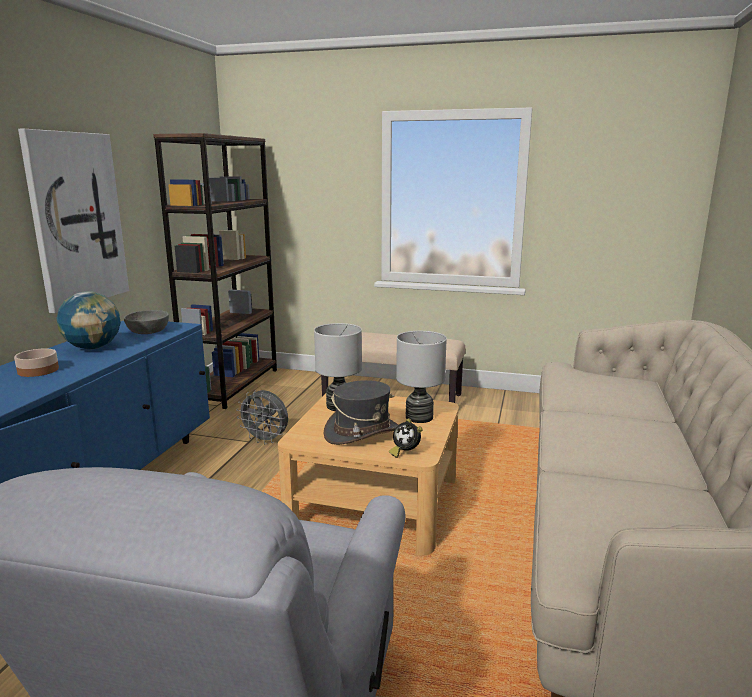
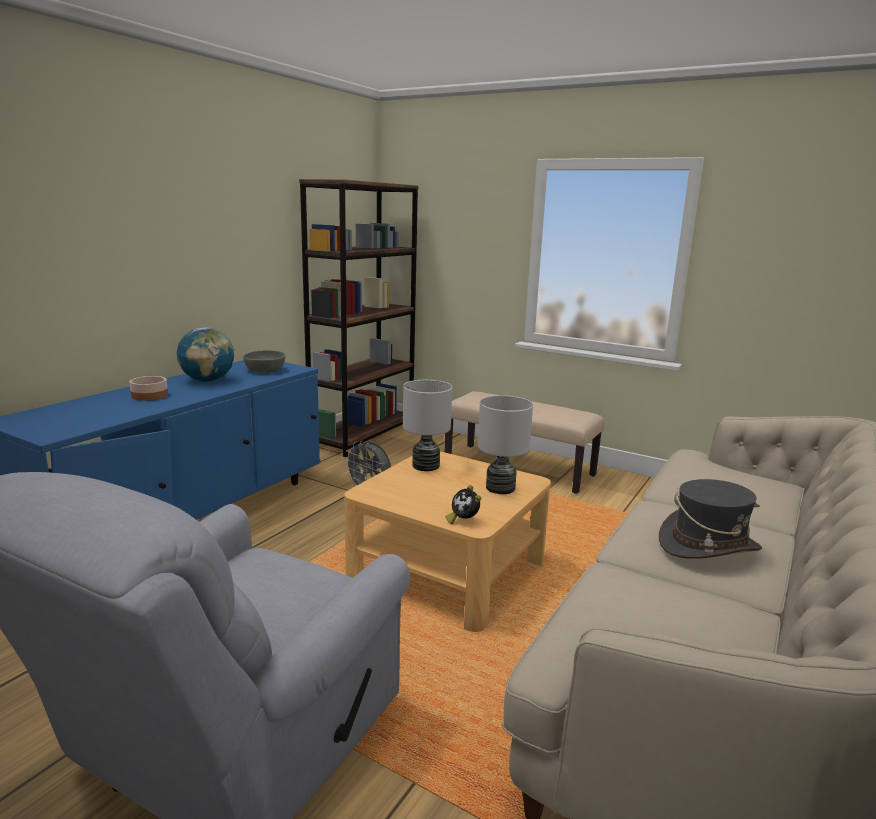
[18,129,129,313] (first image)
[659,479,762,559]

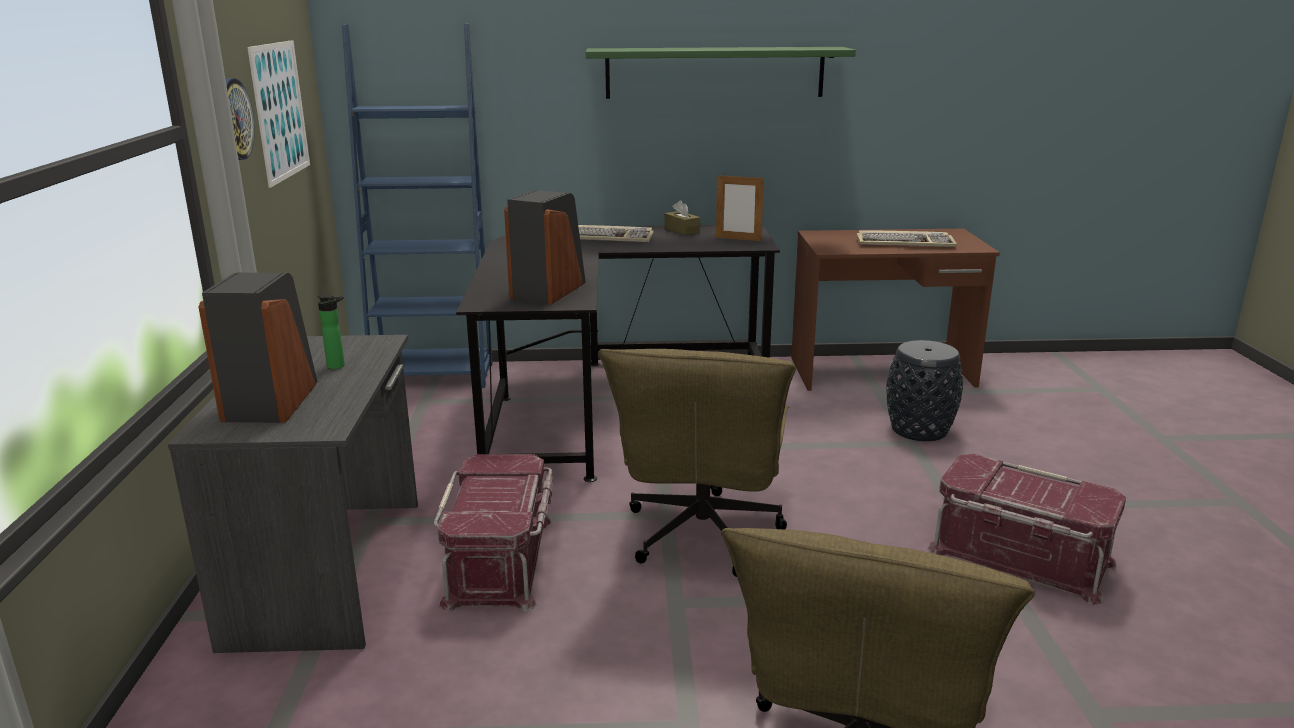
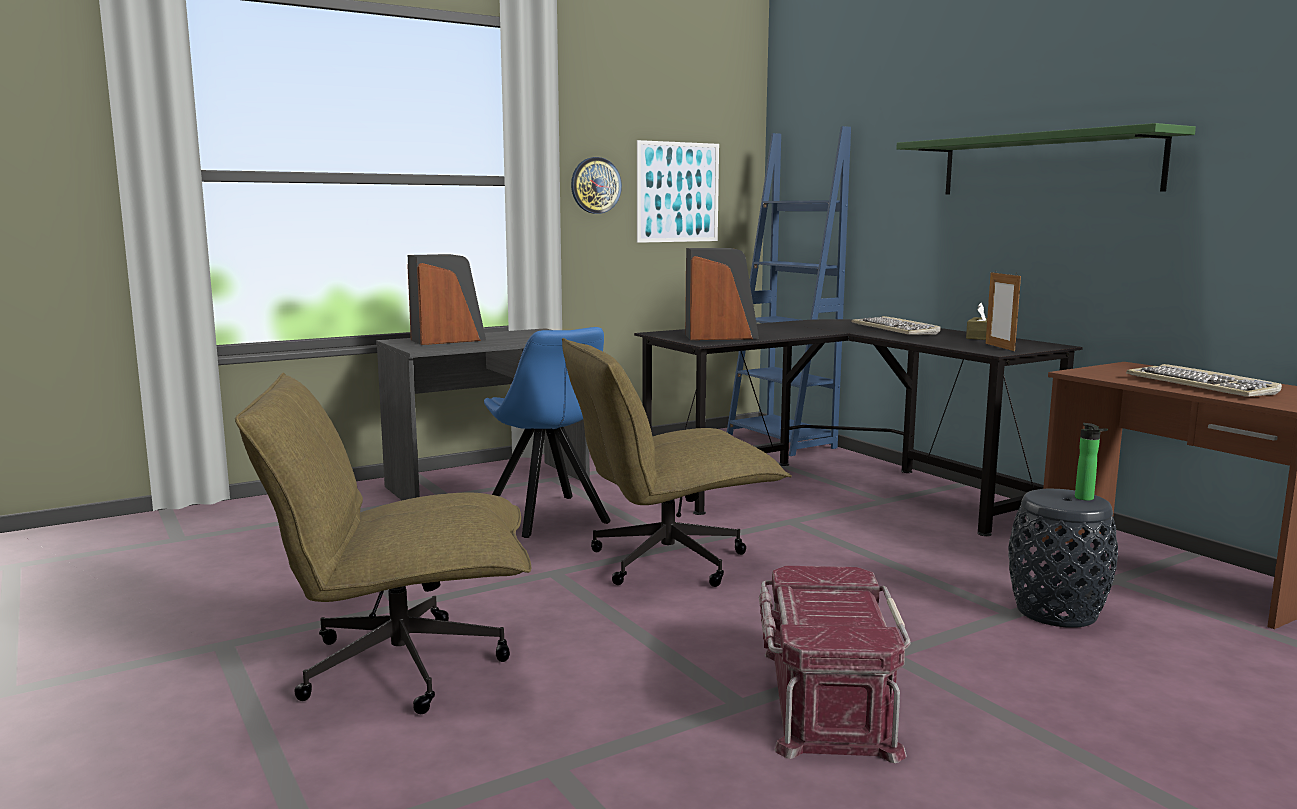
[1075,423,1108,501]
[484,327,611,538]

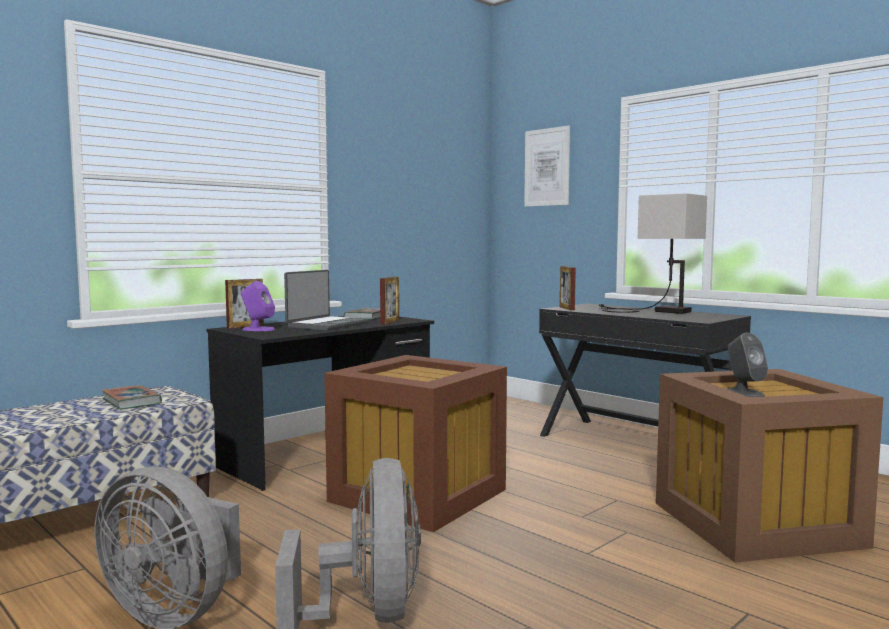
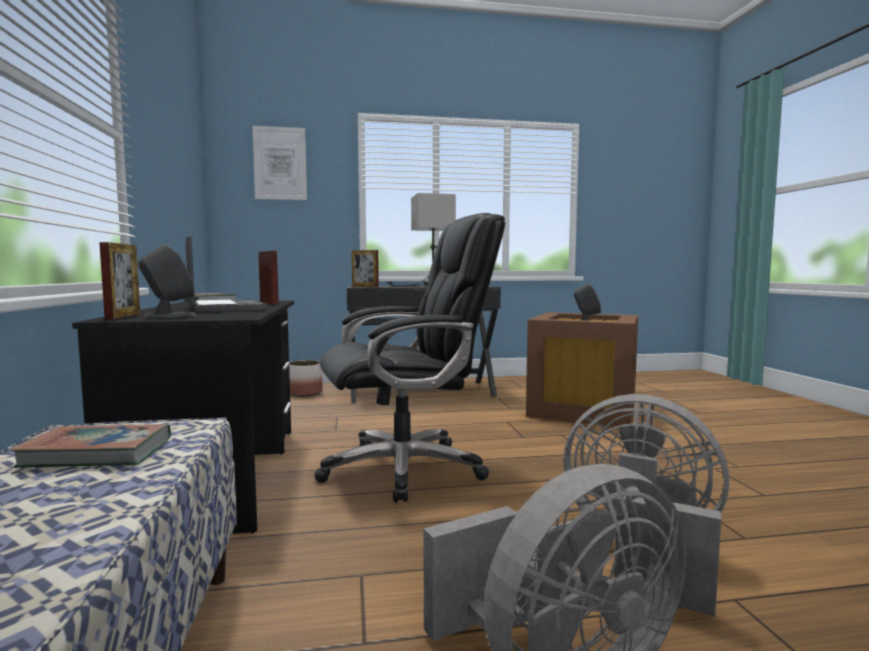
[289,360,323,397]
[314,213,505,503]
[138,244,196,318]

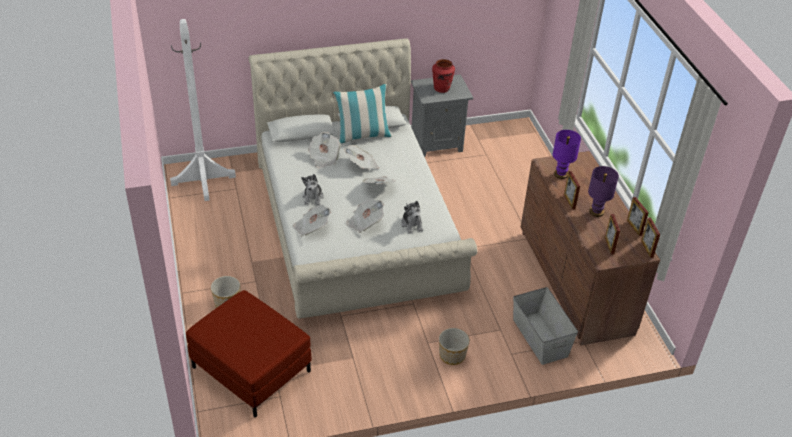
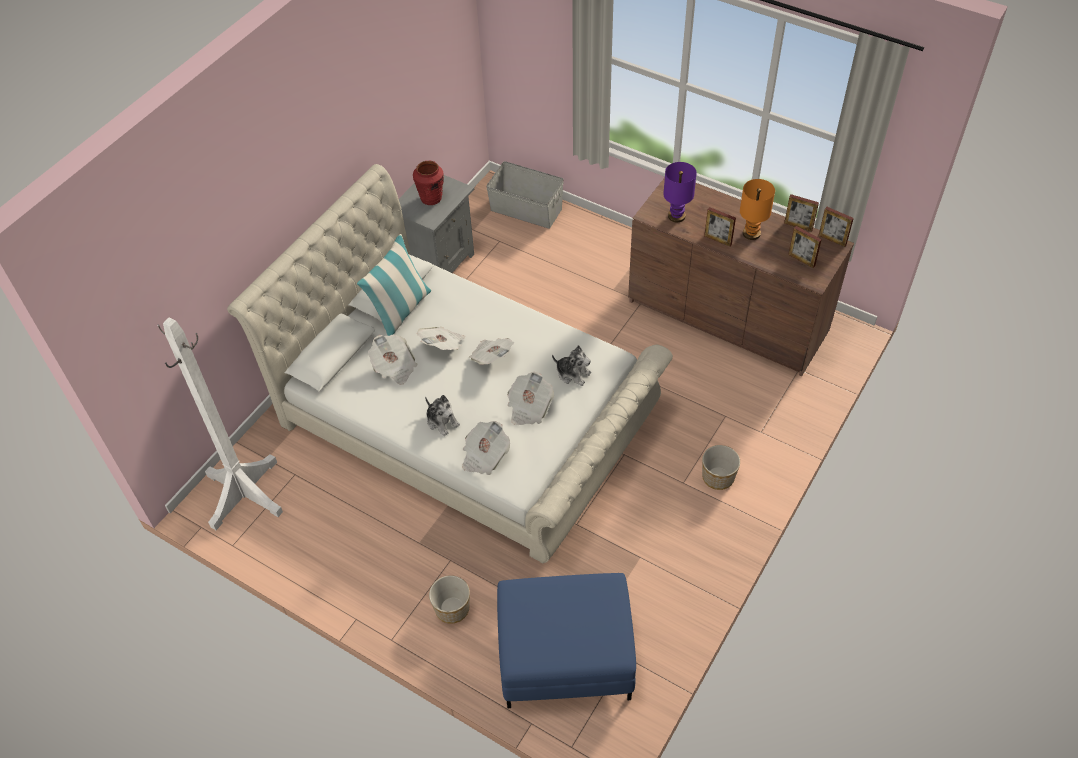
[486,161,564,228]
[497,573,636,708]
[740,179,775,240]

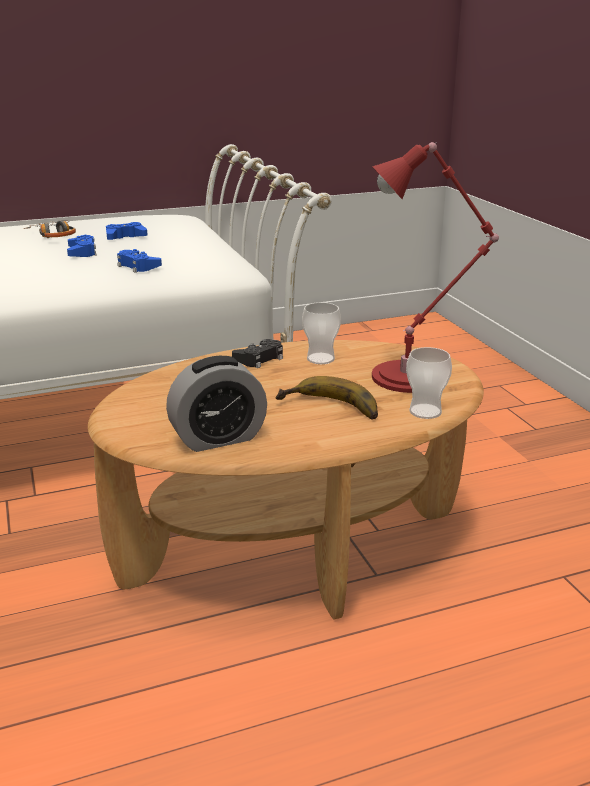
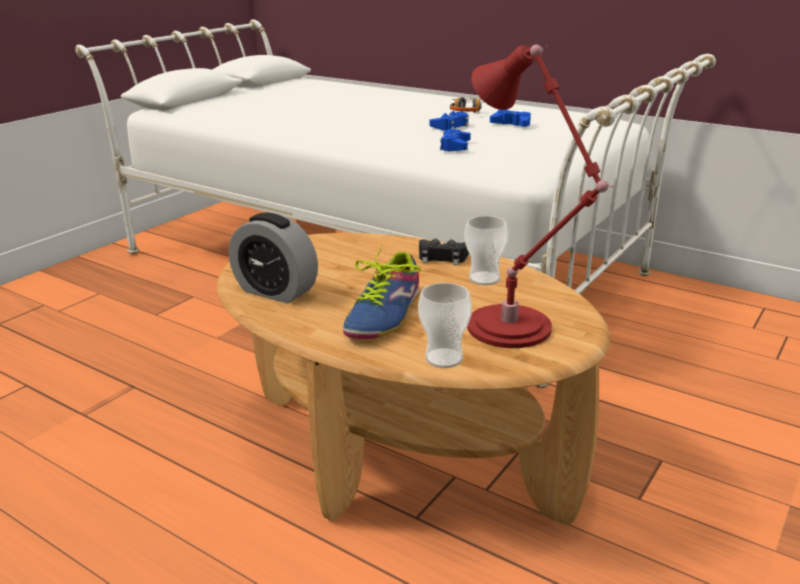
[343,245,421,339]

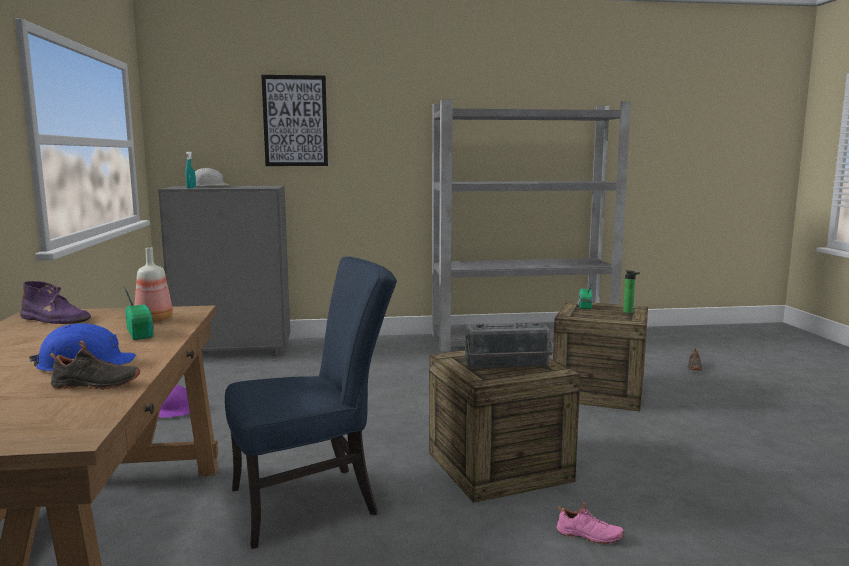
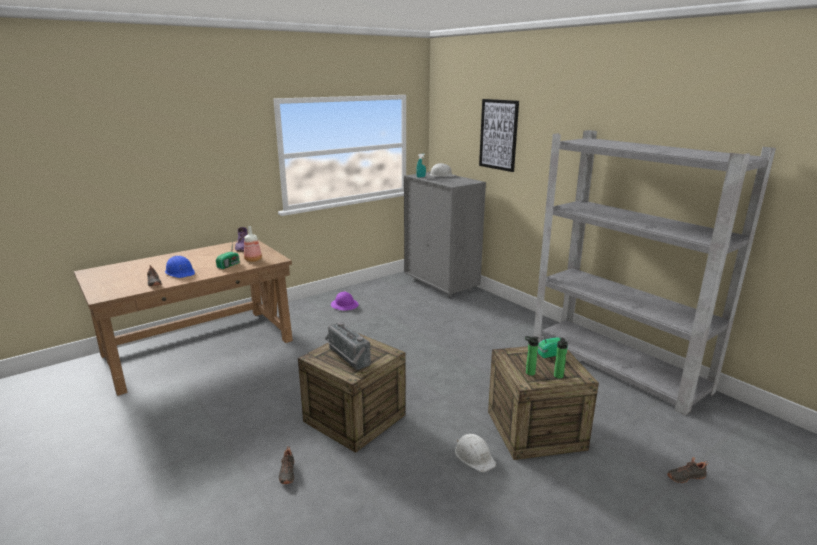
[225,256,397,549] (first image)
[455,434,496,472]
[525,336,539,376]
[279,446,294,484]

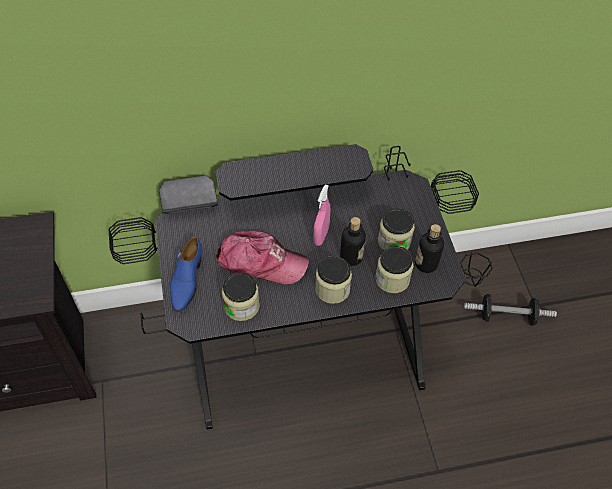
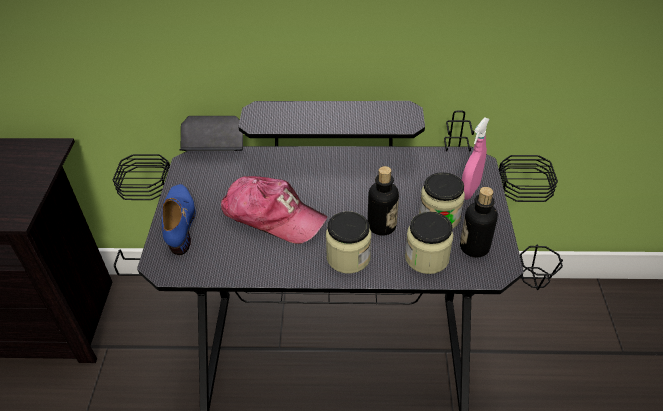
[222,273,260,321] (first image)
[464,294,557,326] (first image)
[462,117,489,200]
[162,184,196,255]

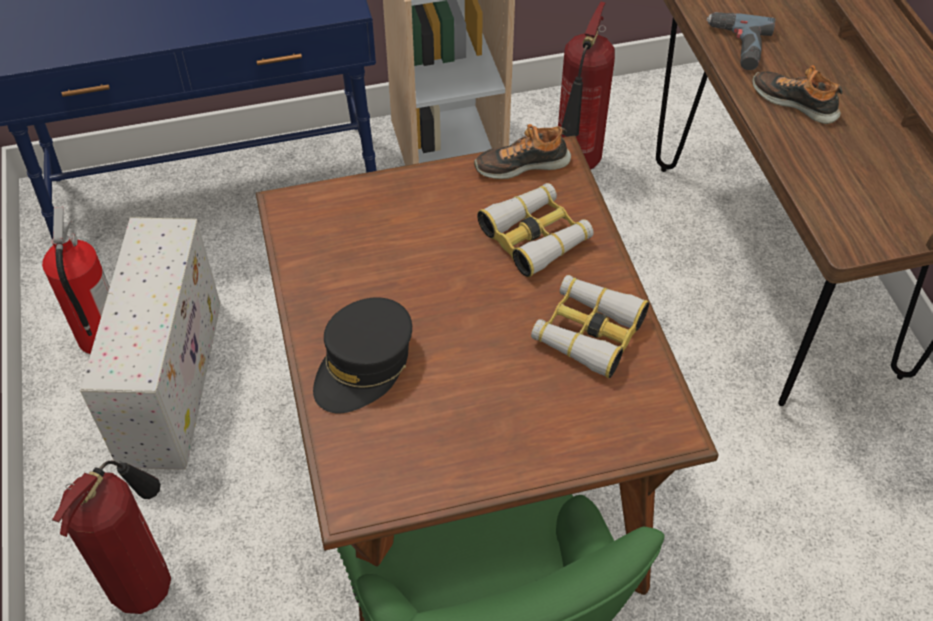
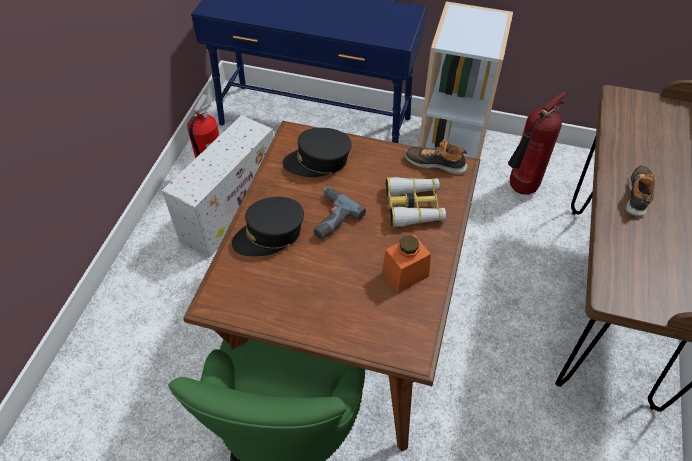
[52,461,171,614] (first image)
[282,128,352,177]
[314,187,366,239]
[382,235,431,293]
[626,165,655,217]

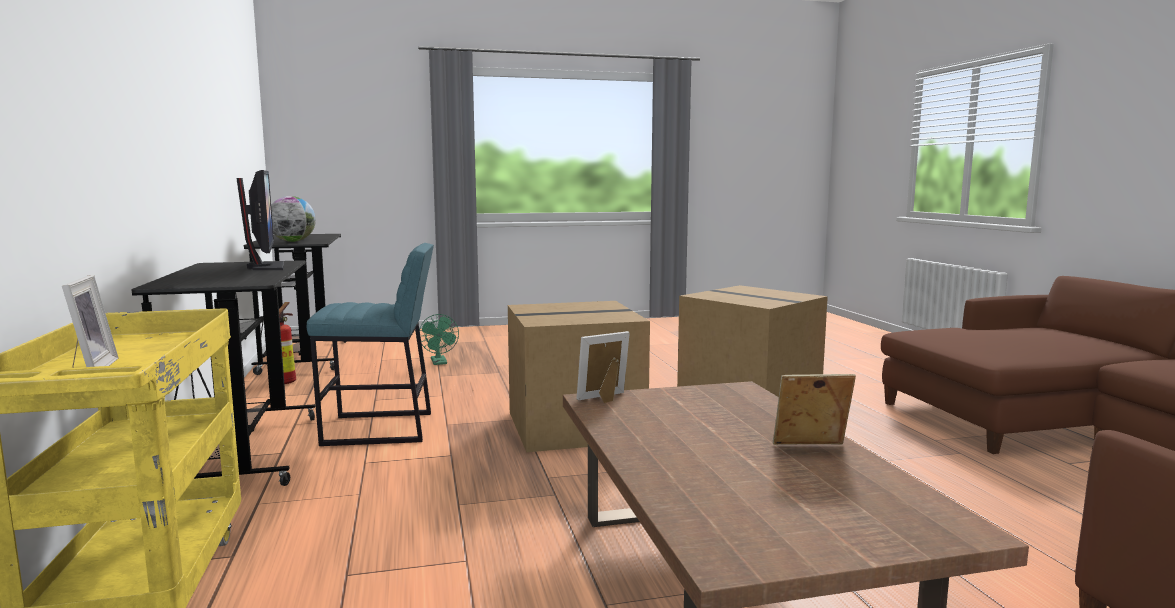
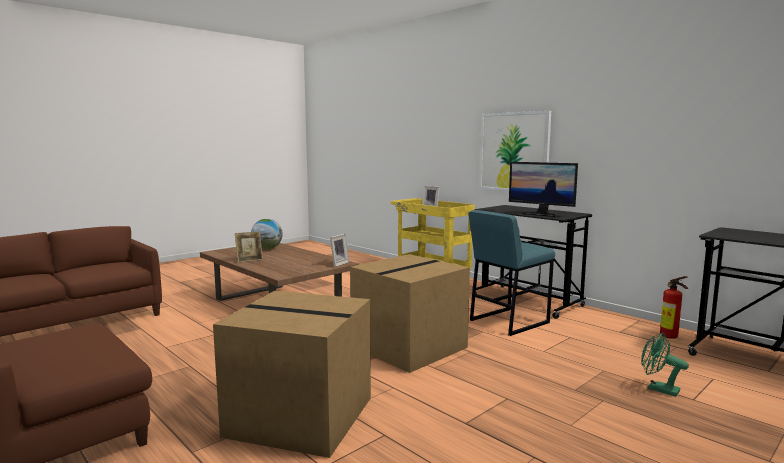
[479,111,551,191]
[251,219,283,249]

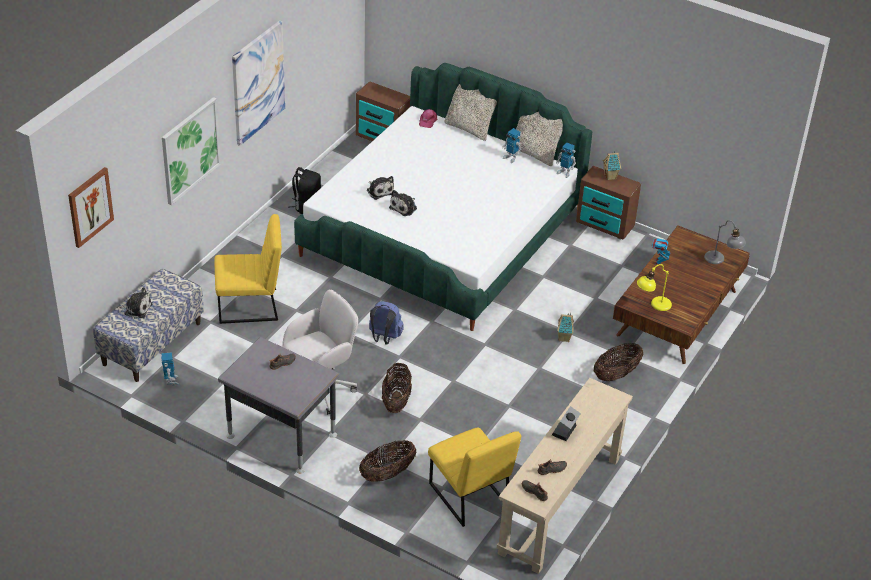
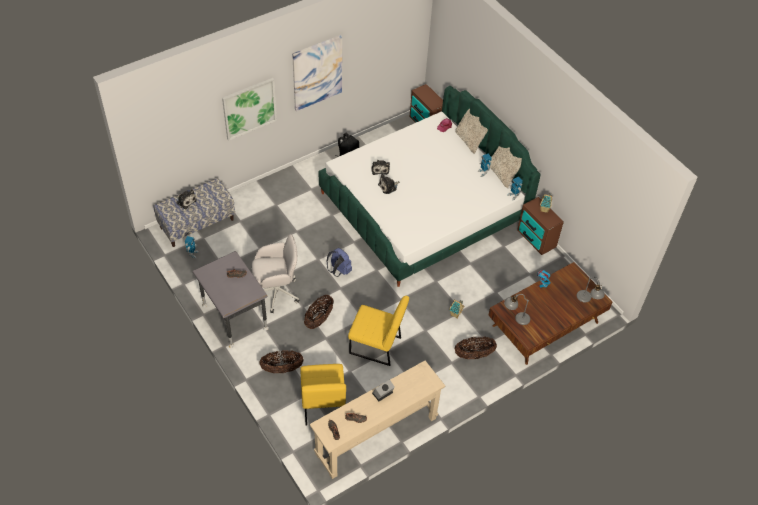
[68,167,114,248] (first image)
[348,296,409,366]
[504,294,530,325]

